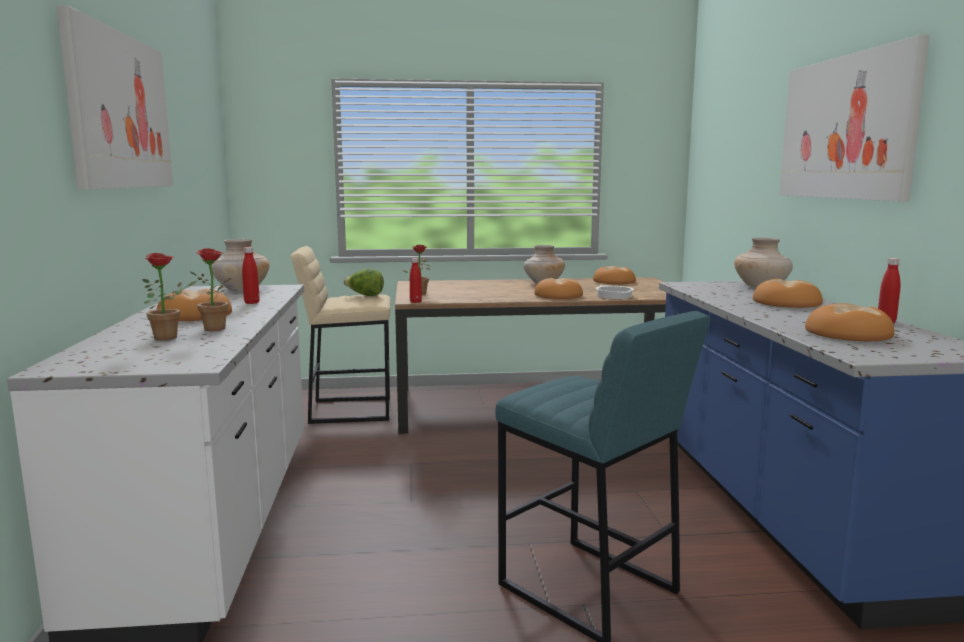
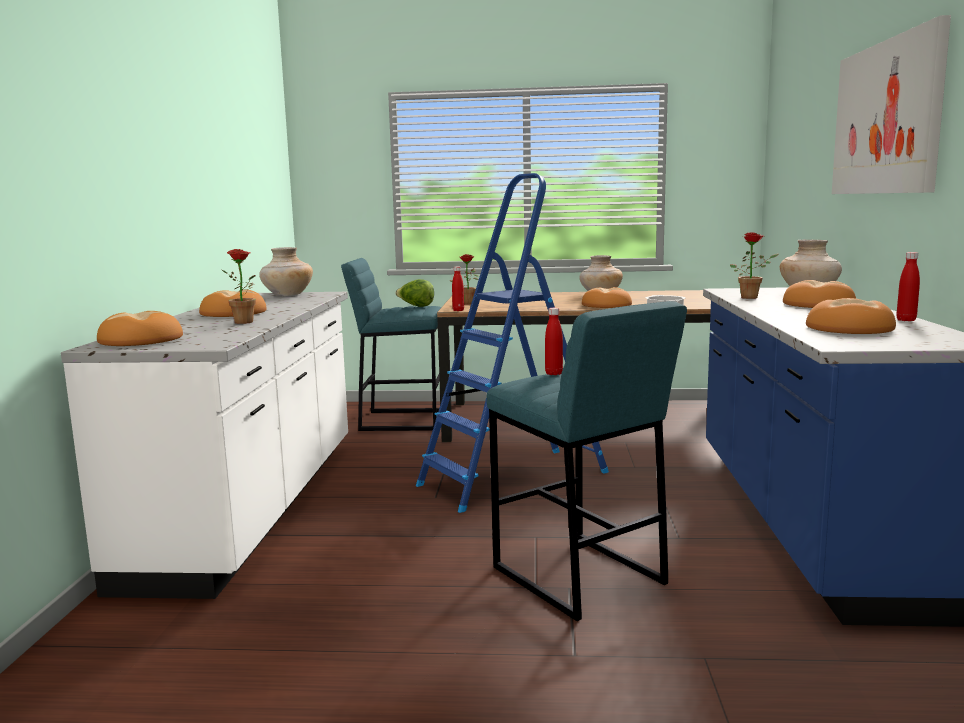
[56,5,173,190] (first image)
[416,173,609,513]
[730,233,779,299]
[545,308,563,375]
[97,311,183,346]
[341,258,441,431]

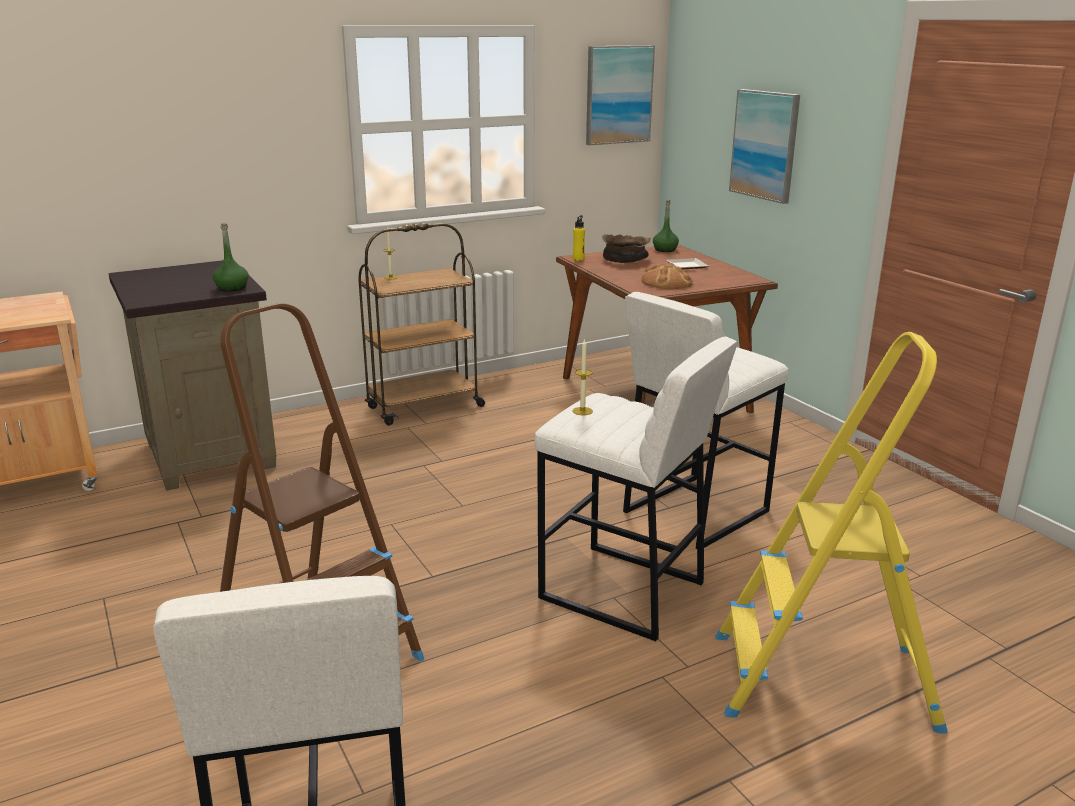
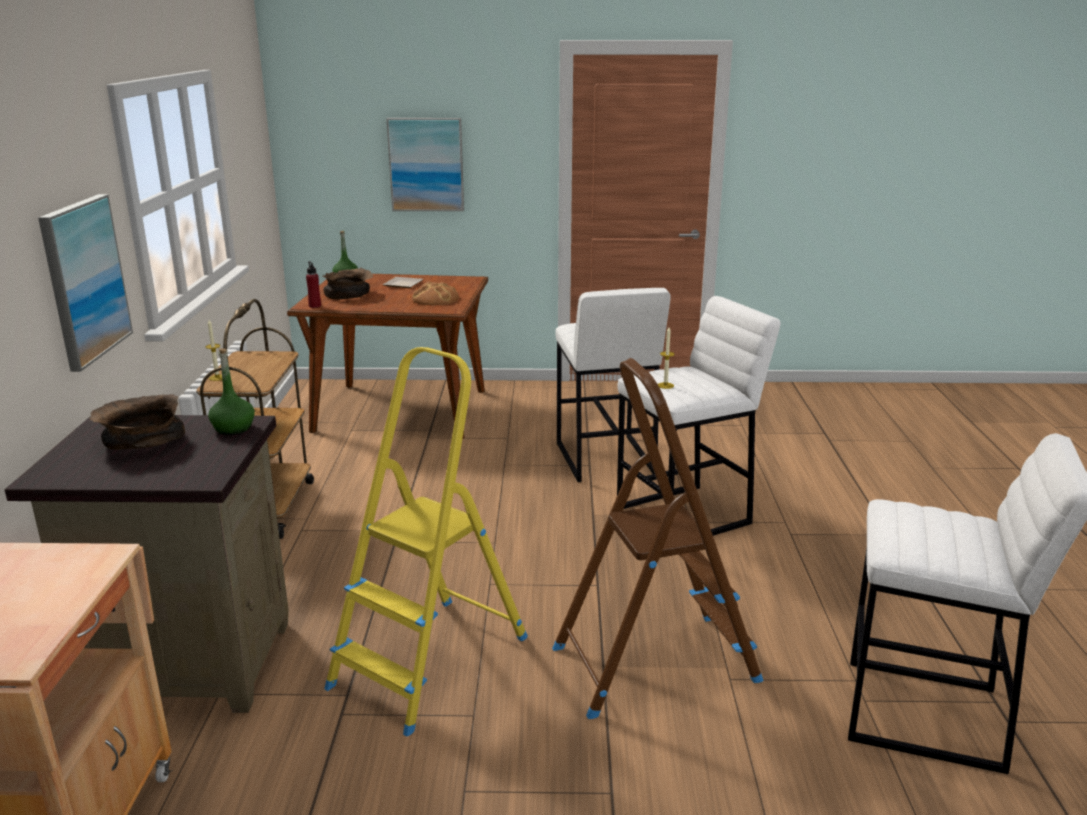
[90,394,185,450]
[38,194,133,372]
[324,347,528,736]
[306,261,321,308]

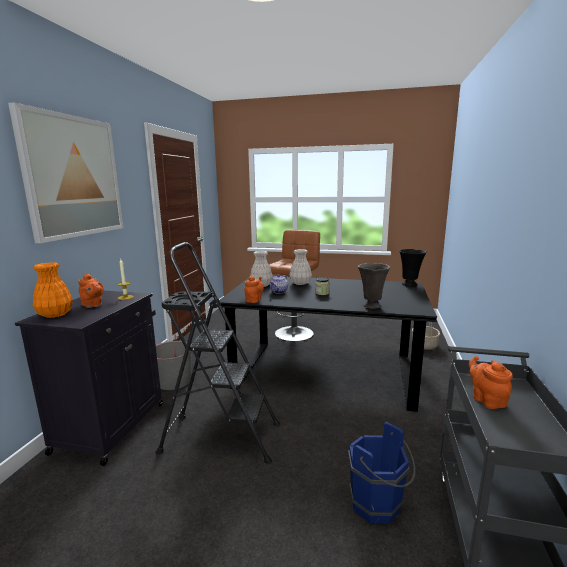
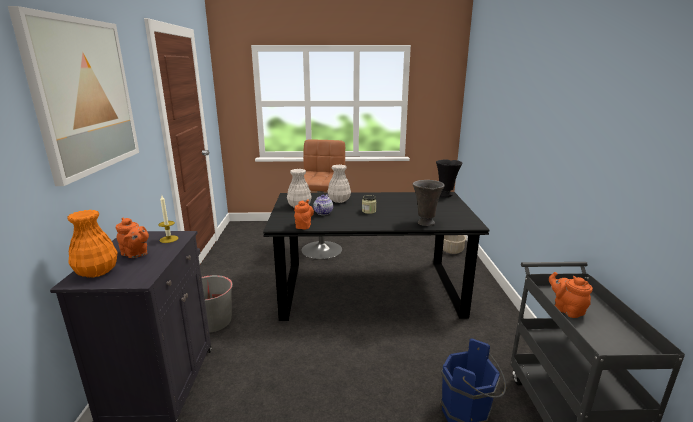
[155,242,280,464] (first image)

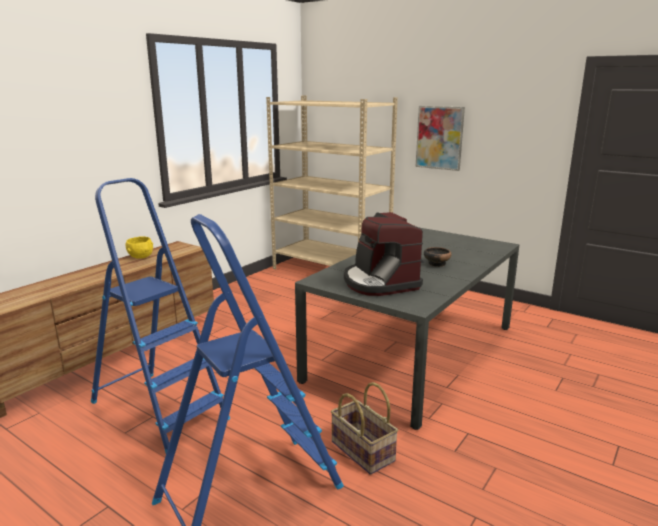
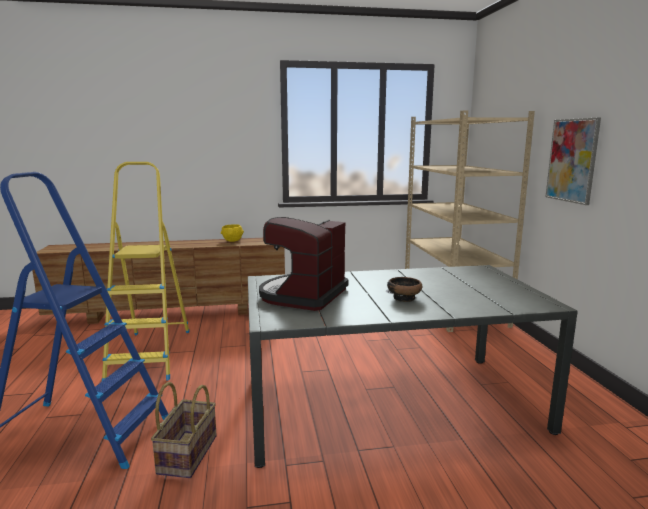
[102,162,190,381]

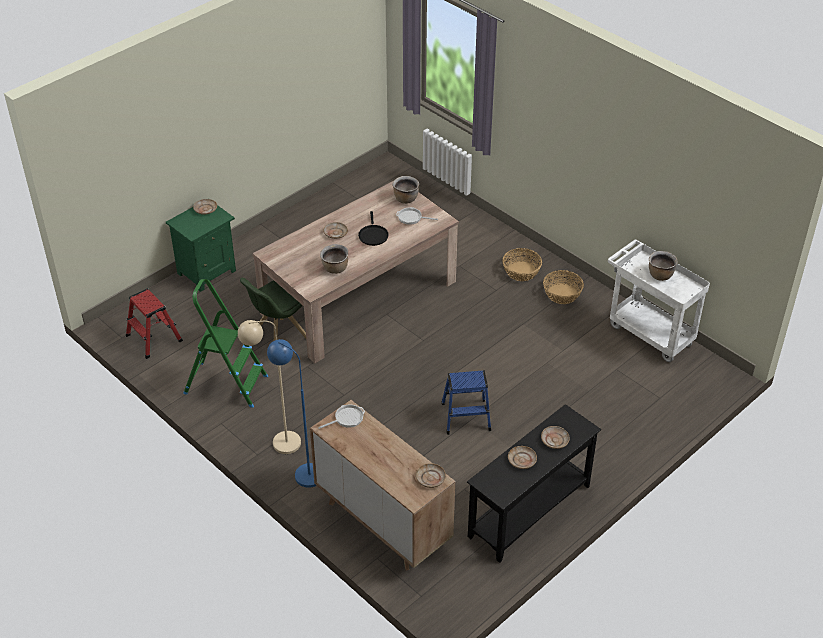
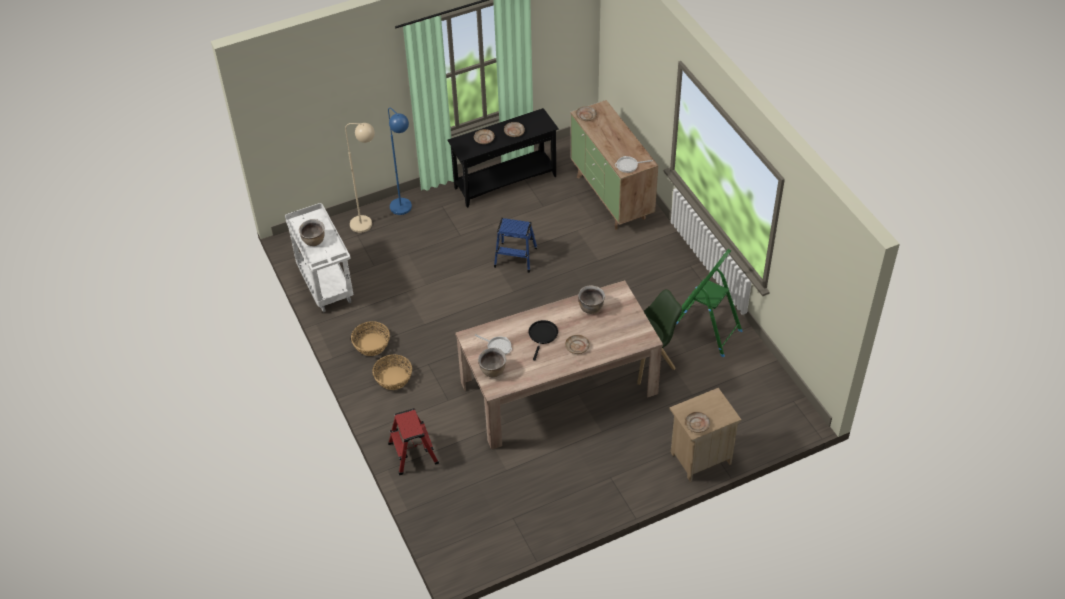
[388,408,439,475]
[345,123,375,233]
[388,108,412,215]
[669,388,741,482]

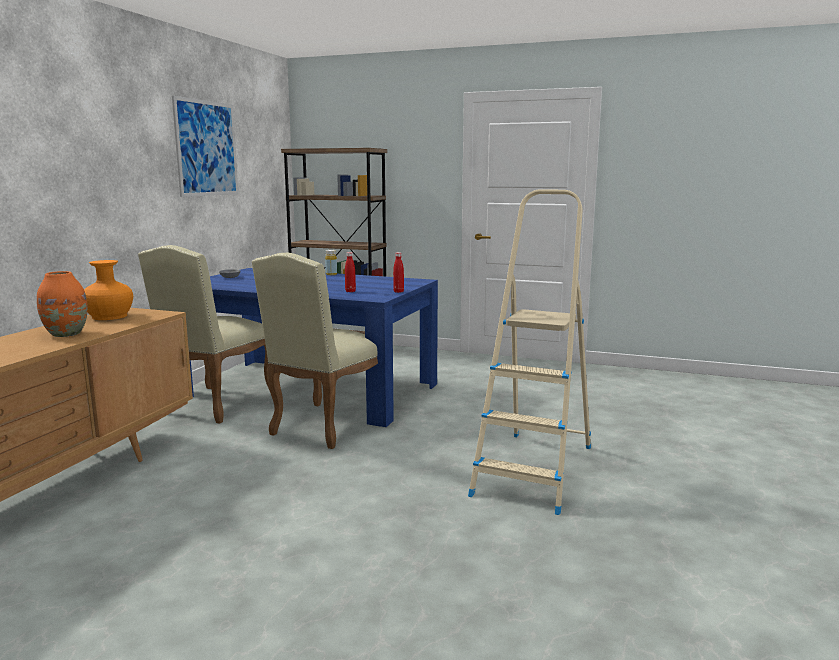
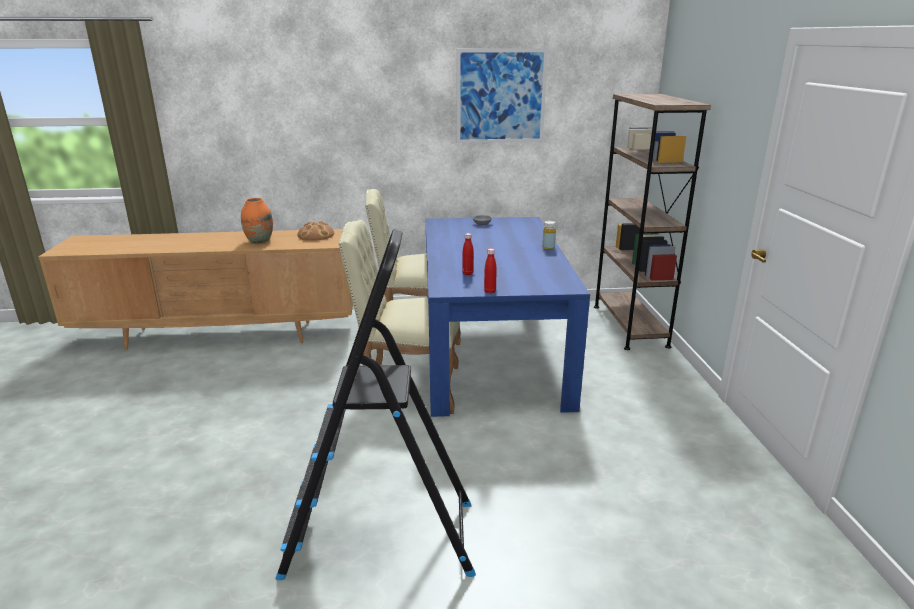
[297,221,334,241]
[275,229,476,580]

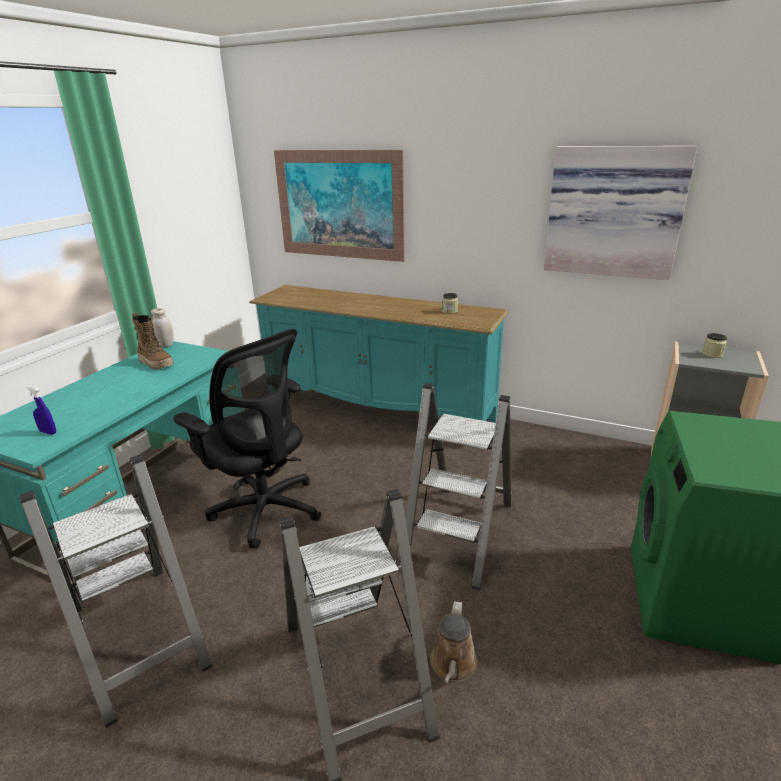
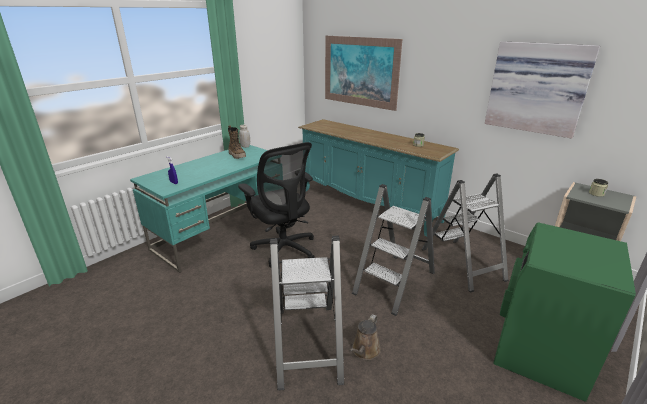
[422,174,509,293]

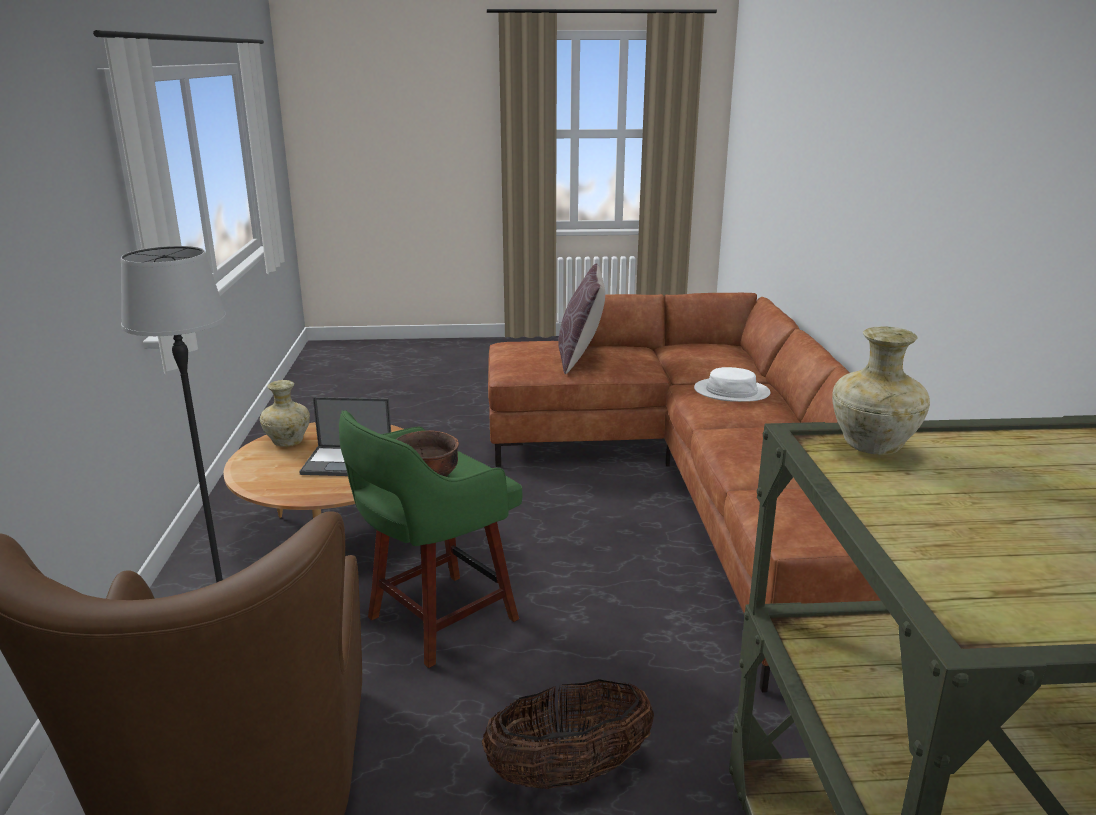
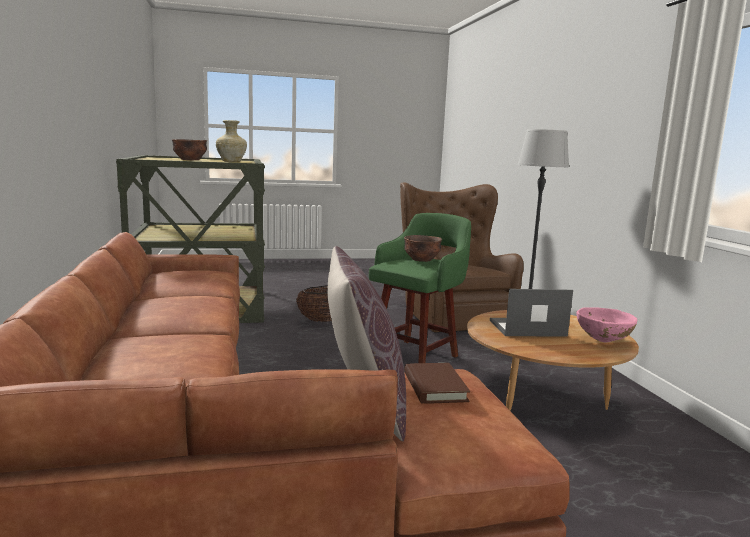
[694,367,770,402] (first image)
[172,139,207,161]
[404,363,470,404]
[576,307,637,342]

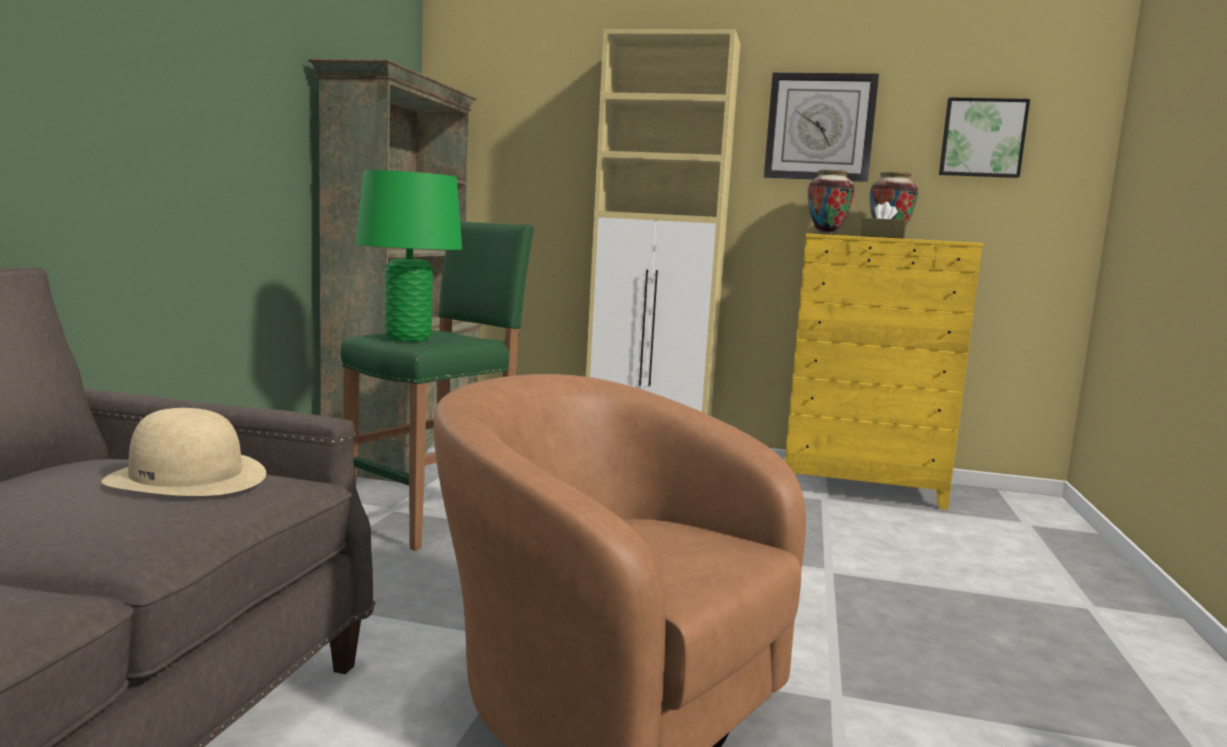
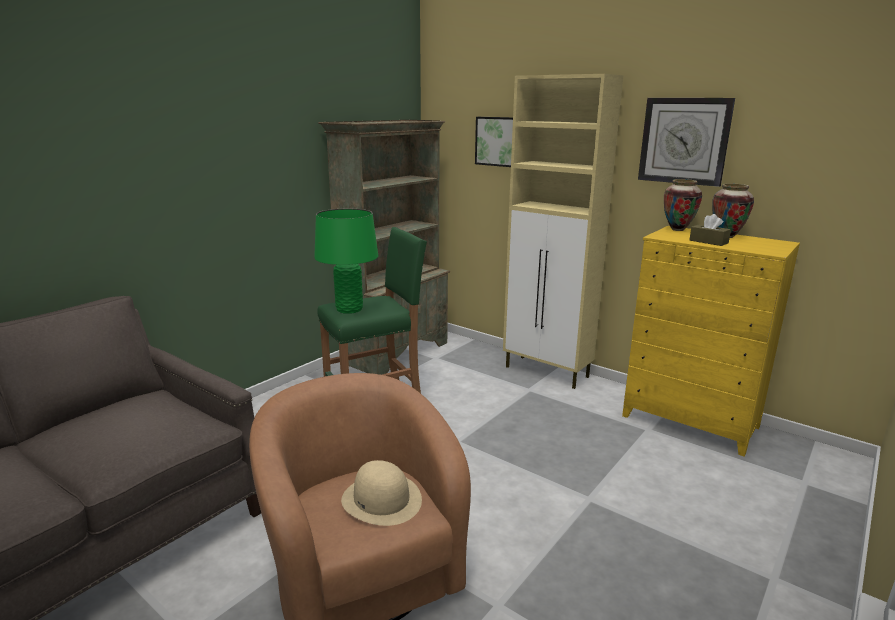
[341,460,422,526]
[475,117,513,167]

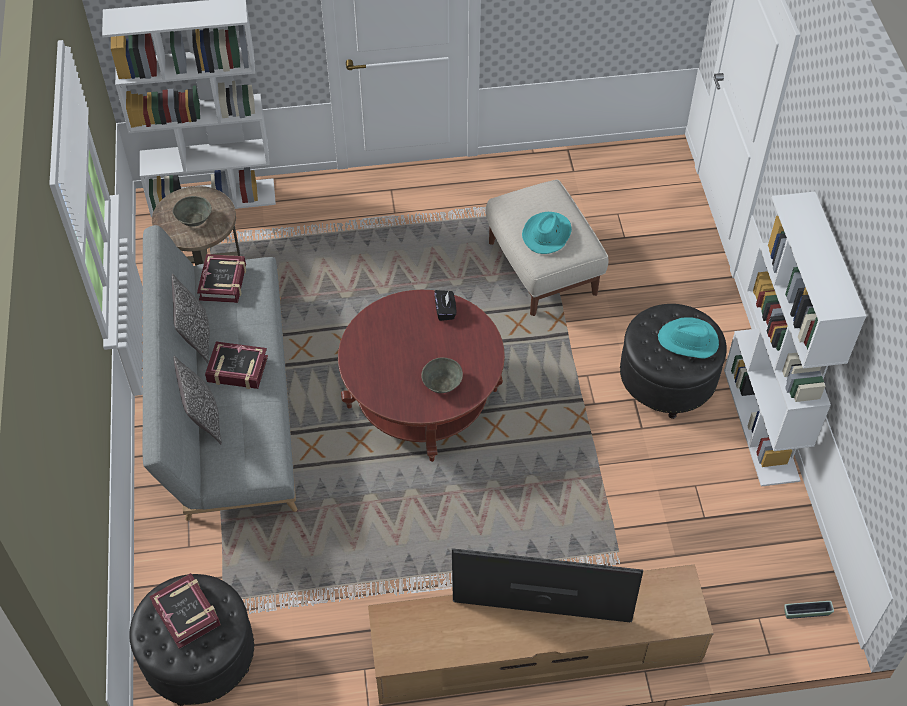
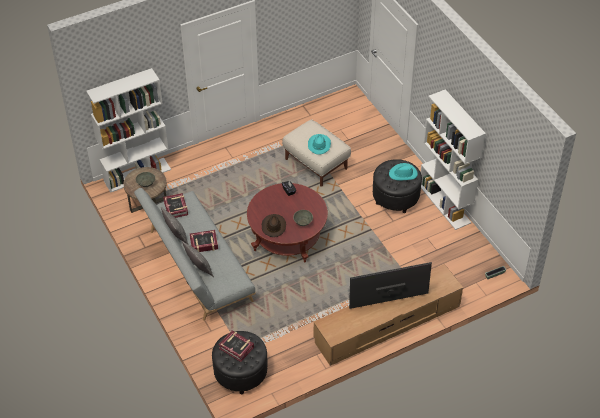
[262,214,286,237]

